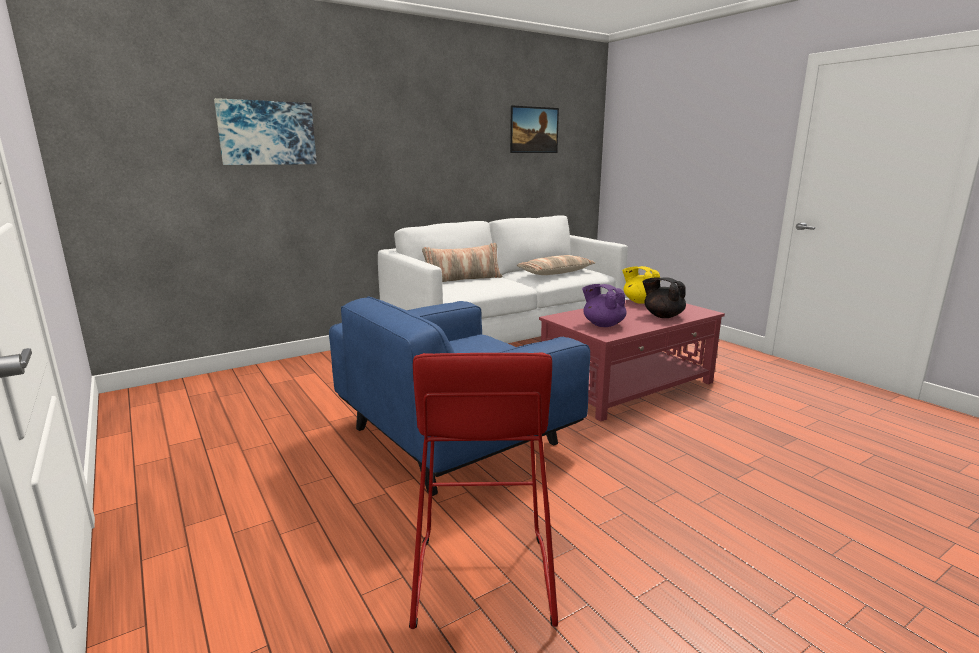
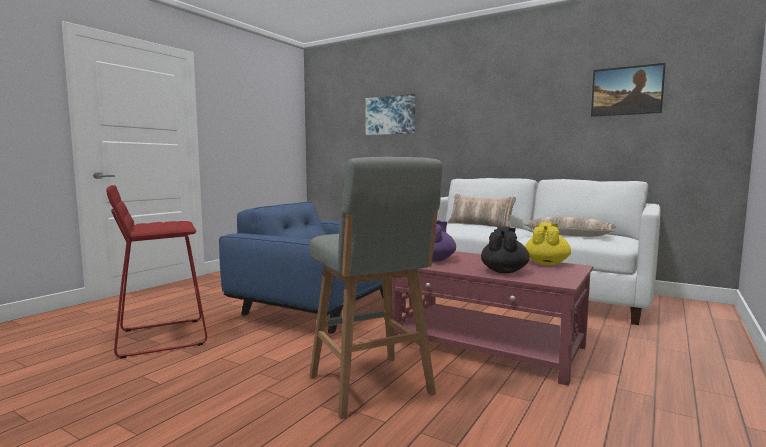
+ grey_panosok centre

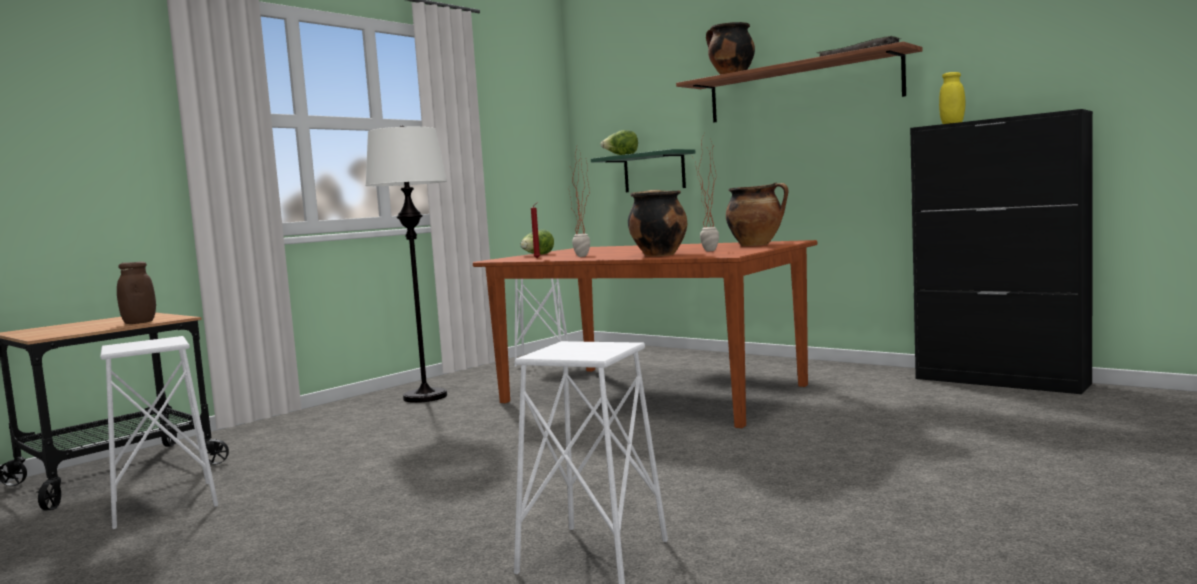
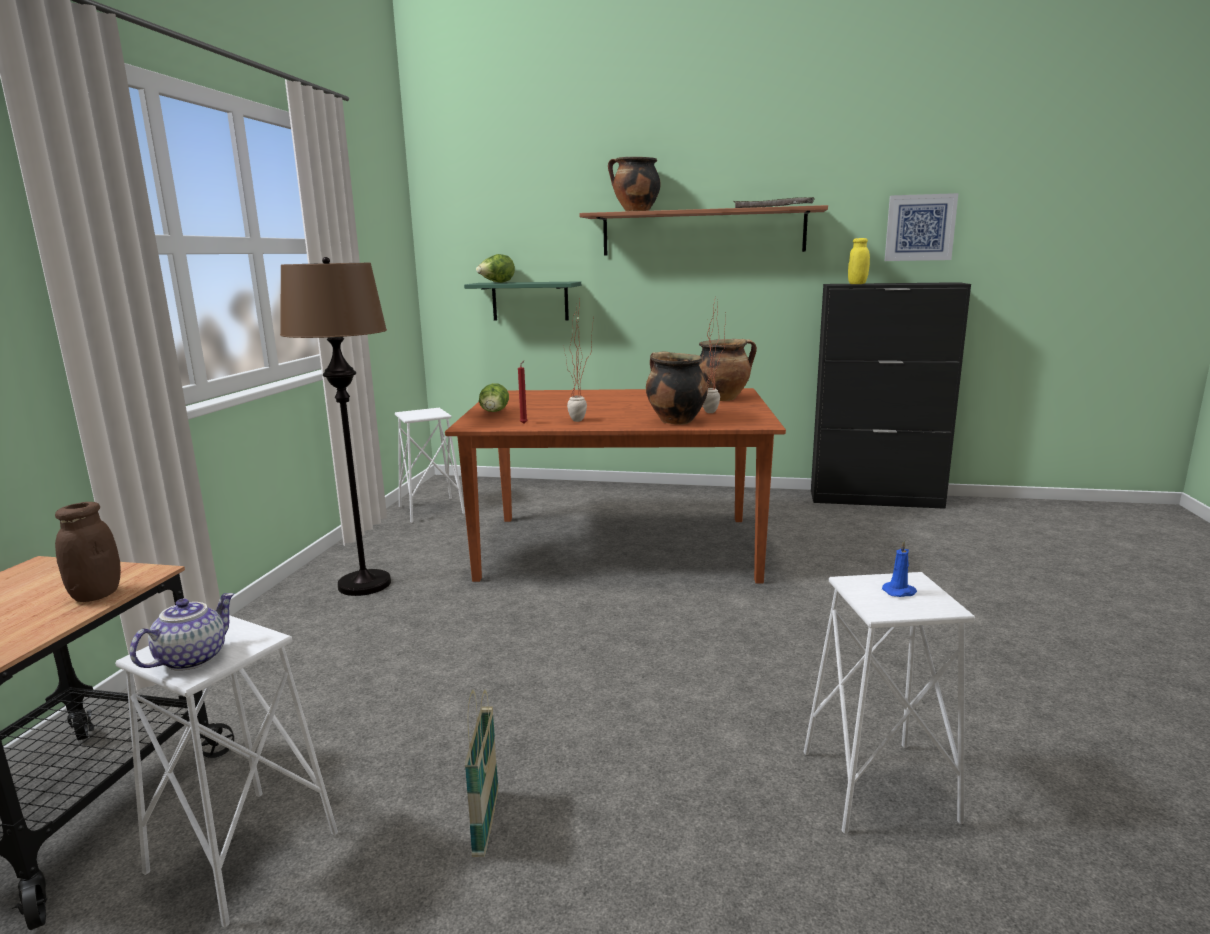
+ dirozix bottom left
~ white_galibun centre to brown_galibun middle left
+ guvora bottom centre
+ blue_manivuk middle right
+ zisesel top right

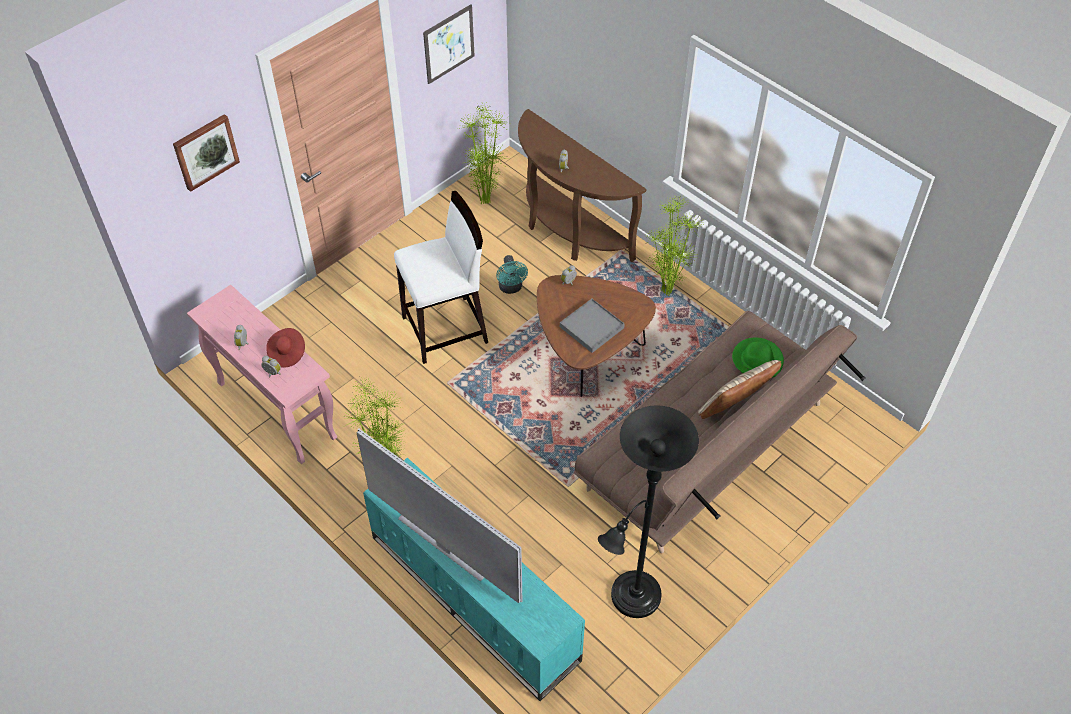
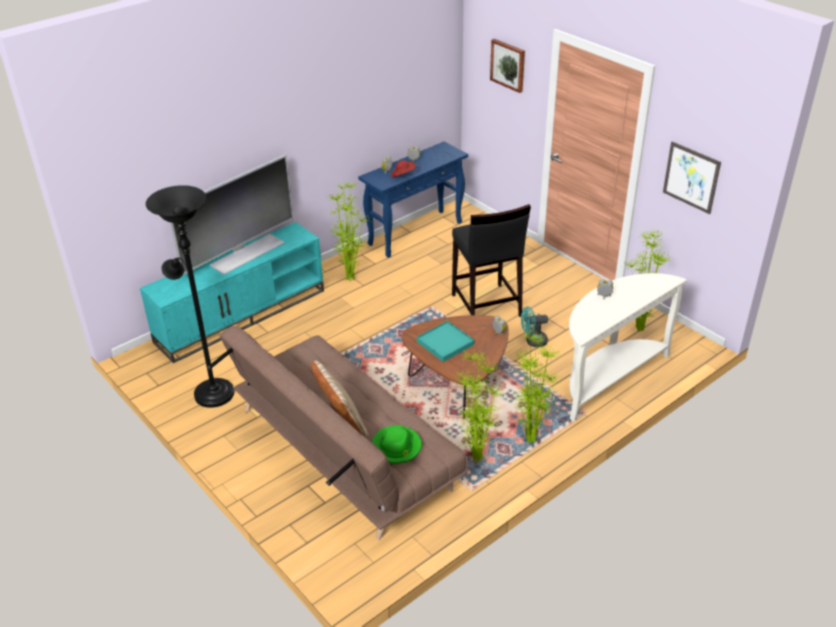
~ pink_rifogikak middle left to blue_rifogikak top centre
~ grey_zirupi centre to turquoise_zirupi centre
~ white_panosok centre to black_panosok centre
+ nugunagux (2nd from left) centre
~ brown_rifogikak top centre to white_rifogikak middle right

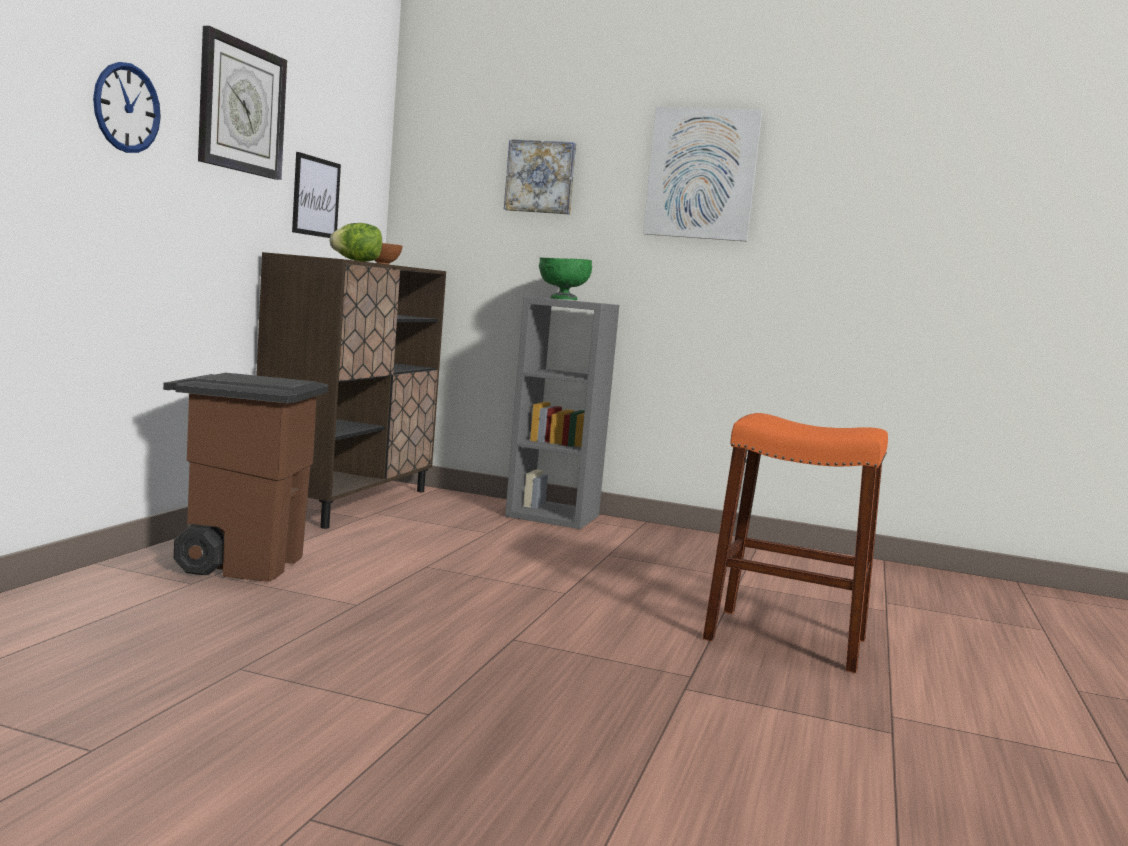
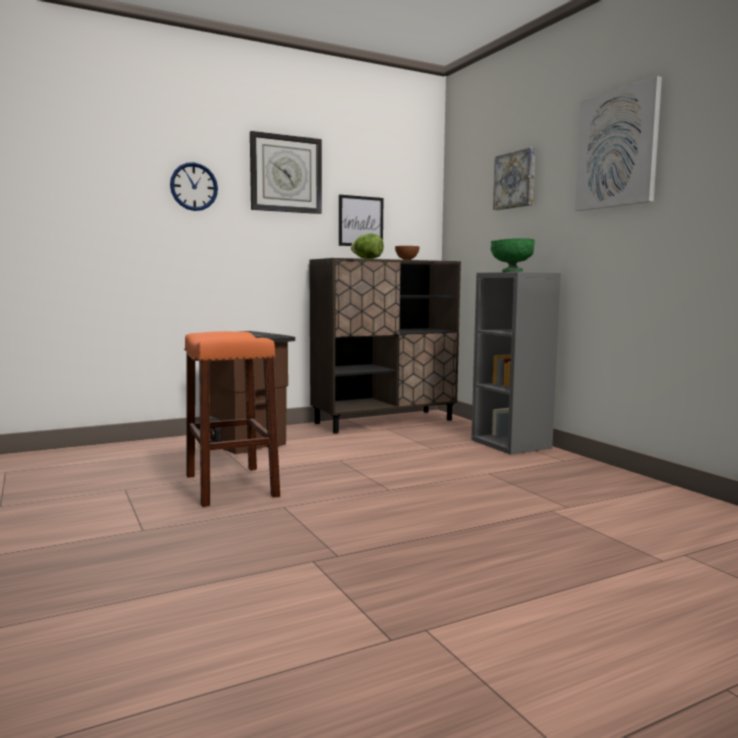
~ orange_panosok middle right to middle left

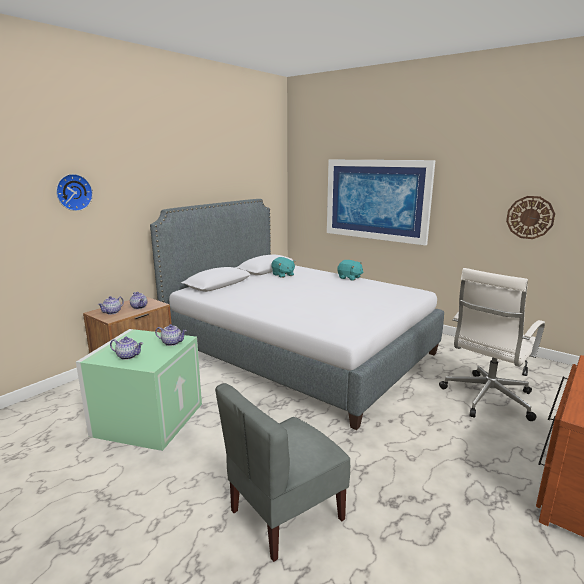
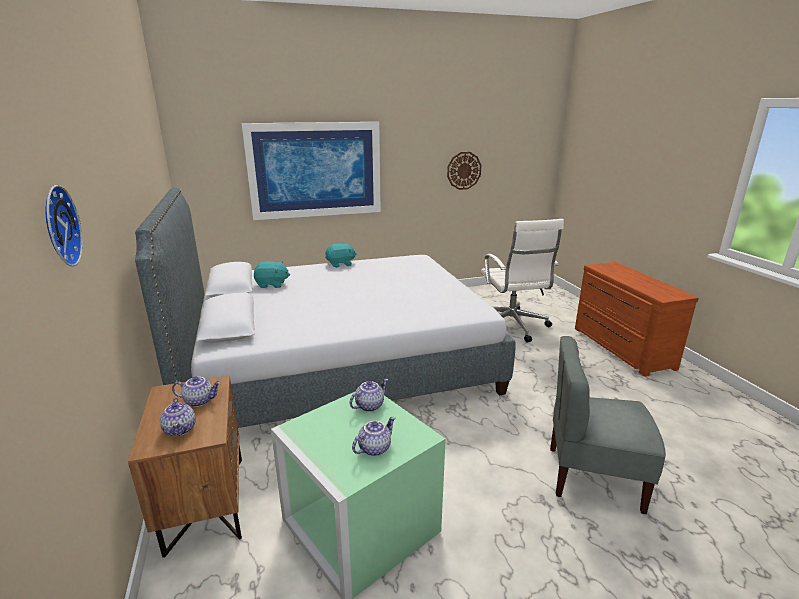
~ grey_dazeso bottom centre = bottom right 105 degrees clockwise

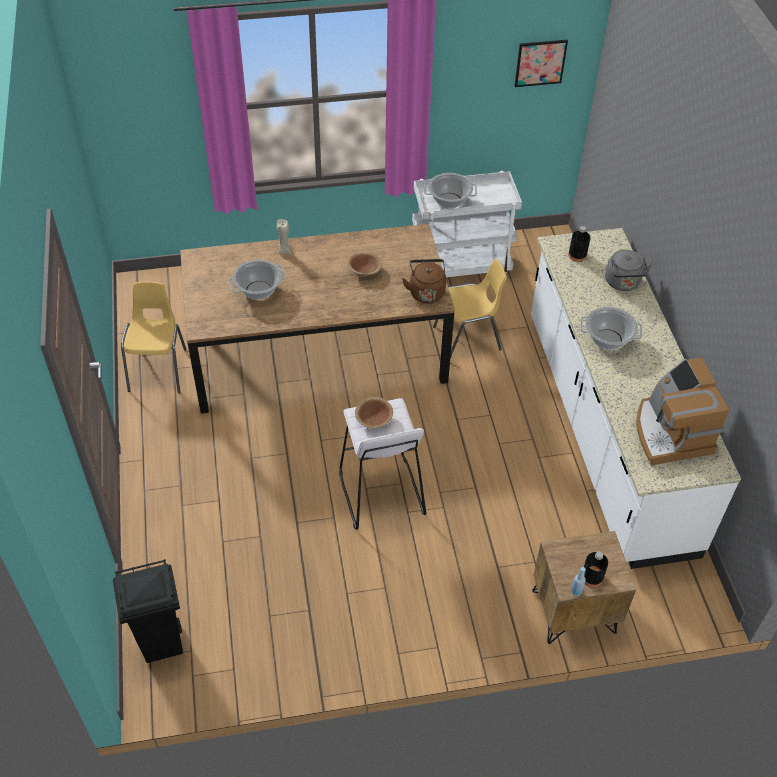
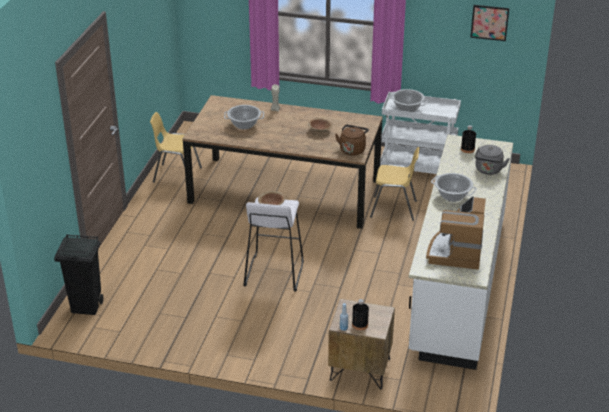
~ yellow_dazeso (1st from left) middle left = middle left 105 degrees counterclockwise

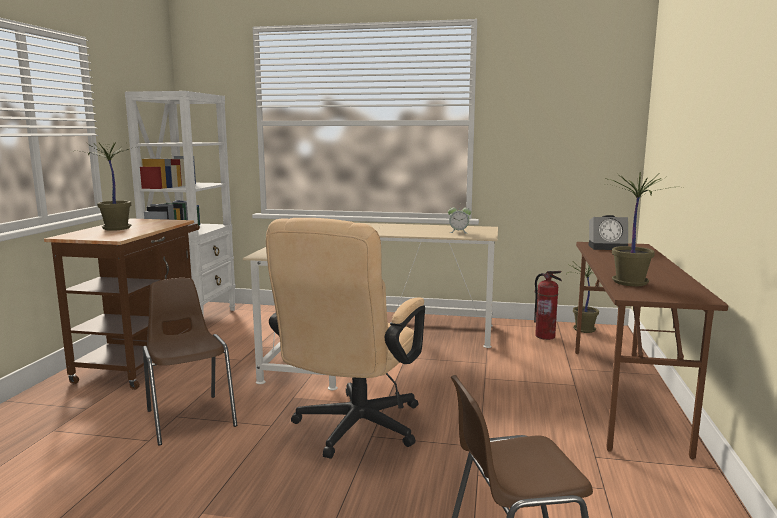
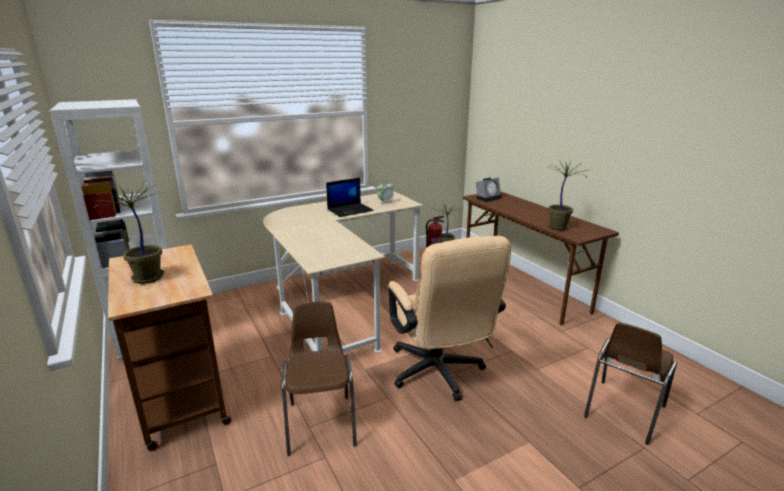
~ brown_dazeso (1st from left) bottom left = bottom centre 60 degrees clockwise
+ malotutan centre

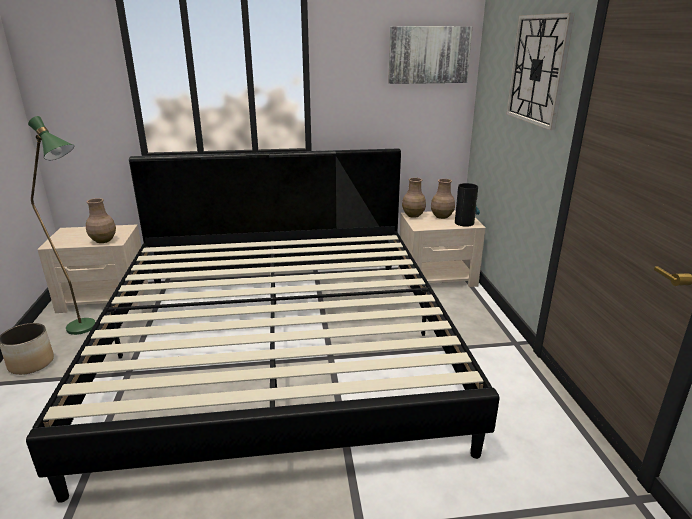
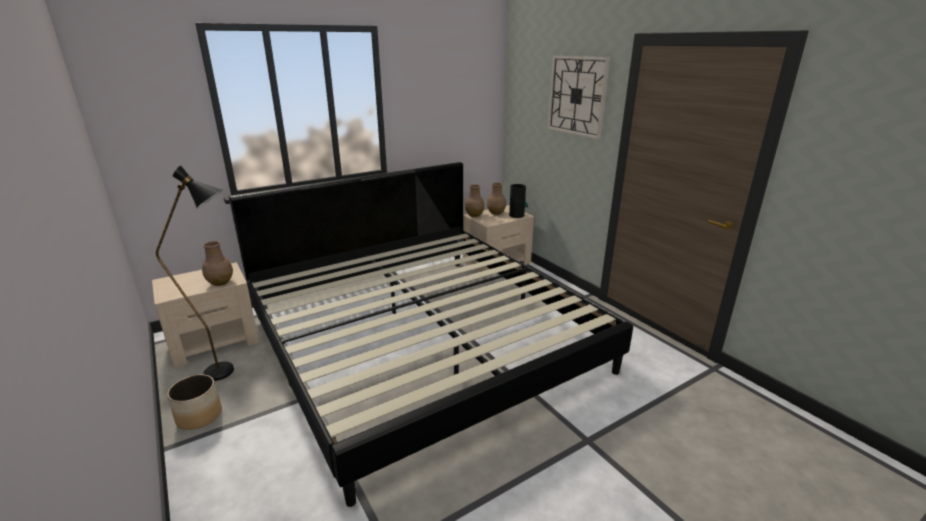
~ green_galibun middle left to black_galibun middle left
- zisesel top centre

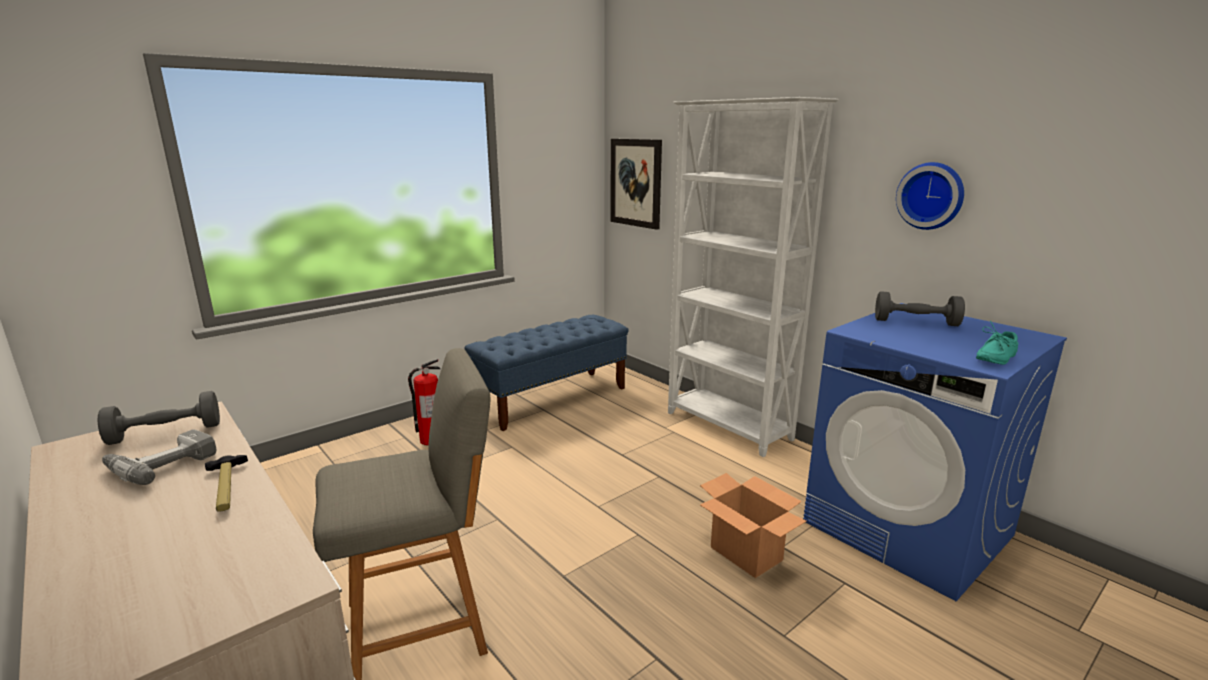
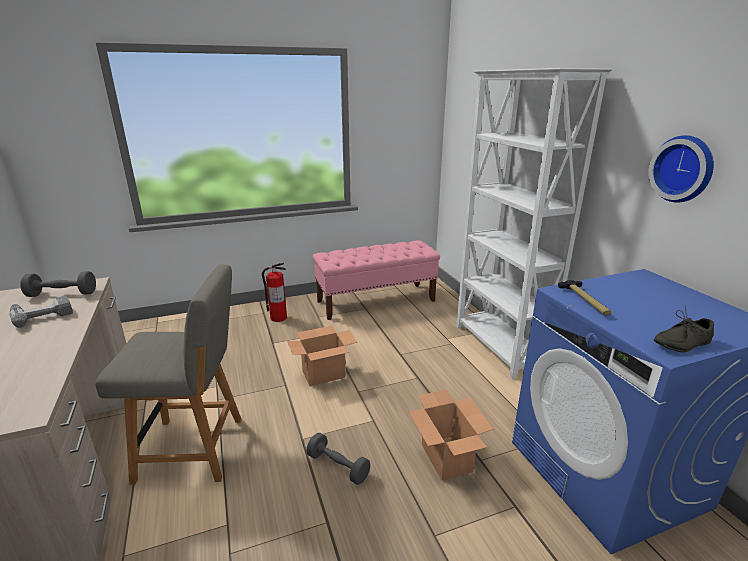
+ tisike (1st from left) centre
~ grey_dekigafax (2nd from left) middle right to bottom centre
~ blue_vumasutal centre to pink_vumasutal centre
~ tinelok bottom left to middle right
~ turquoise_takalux middle right to grey_takalux middle right
- zisesel top centre

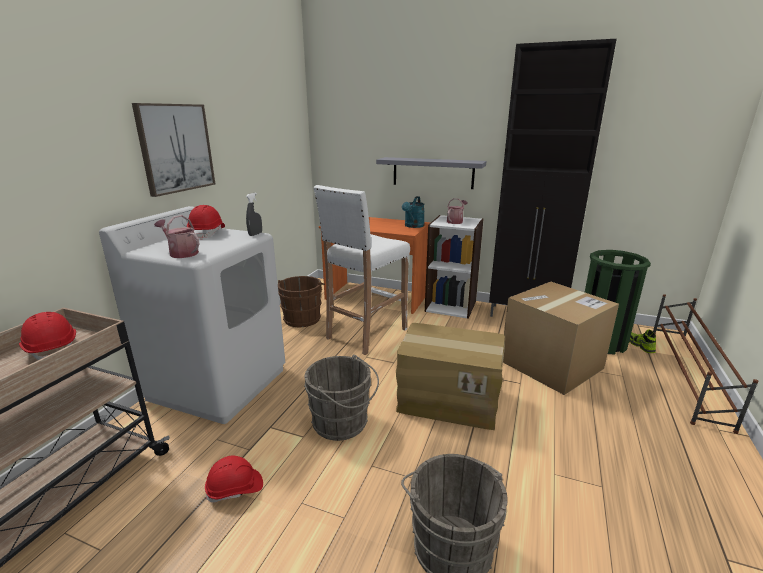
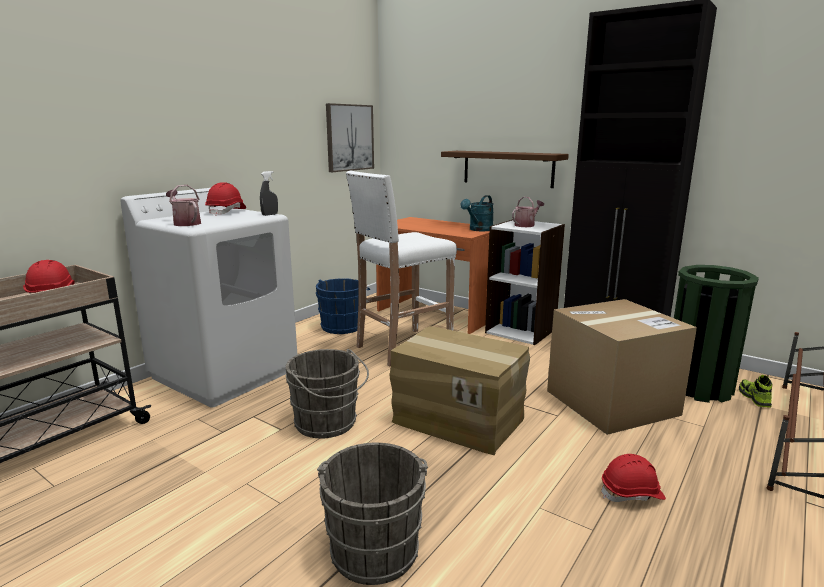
~ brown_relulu centre to blue_relulu centre
~ zisesel top left to top centre
~ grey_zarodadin top centre to brown_zarodadin top centre
~ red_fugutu (3rd from left) bottom left to bottom right

